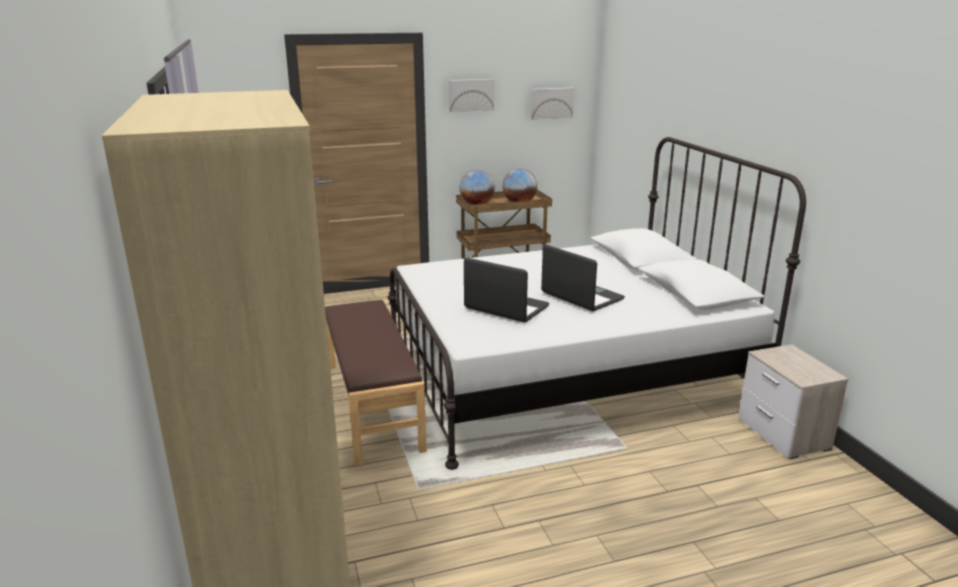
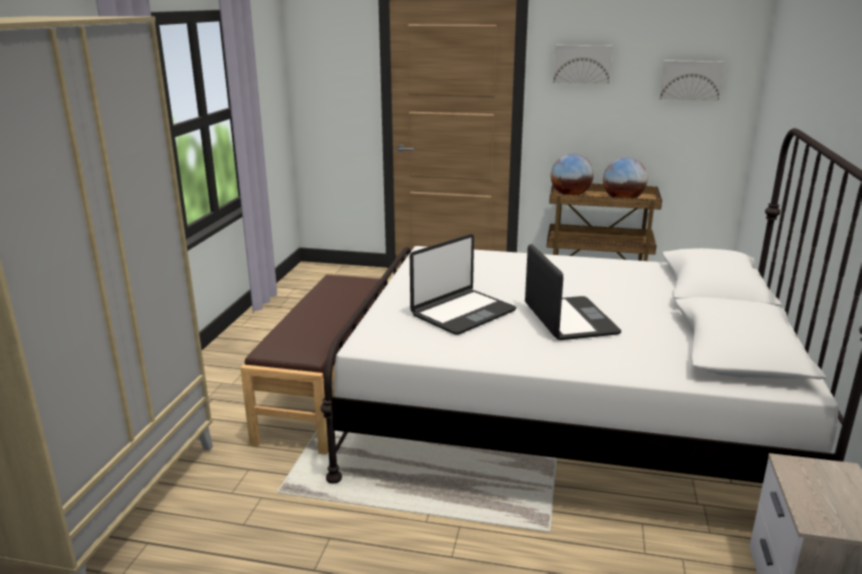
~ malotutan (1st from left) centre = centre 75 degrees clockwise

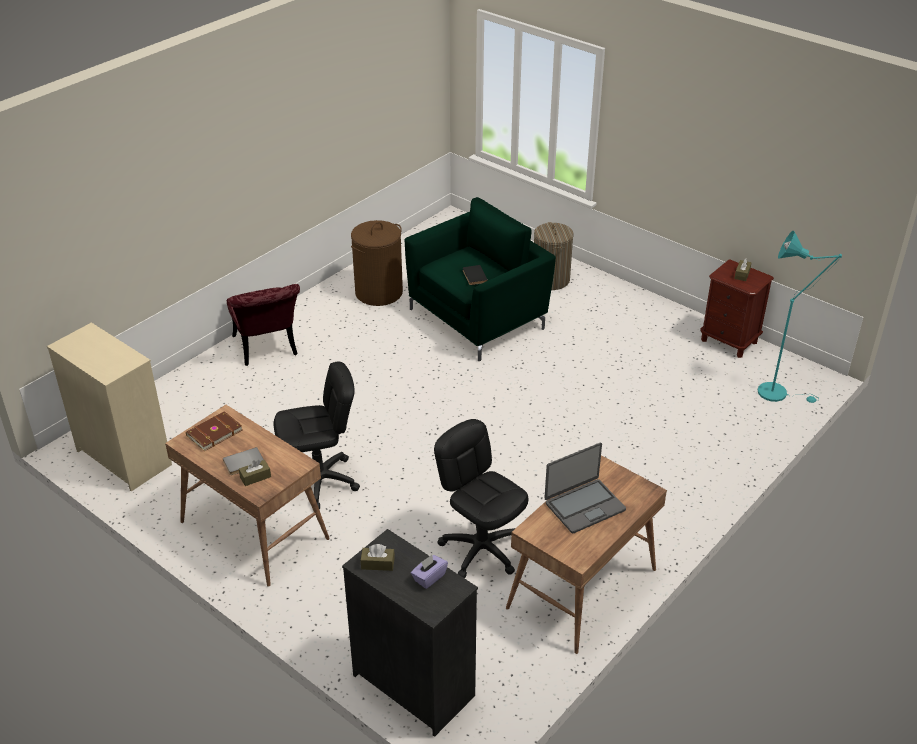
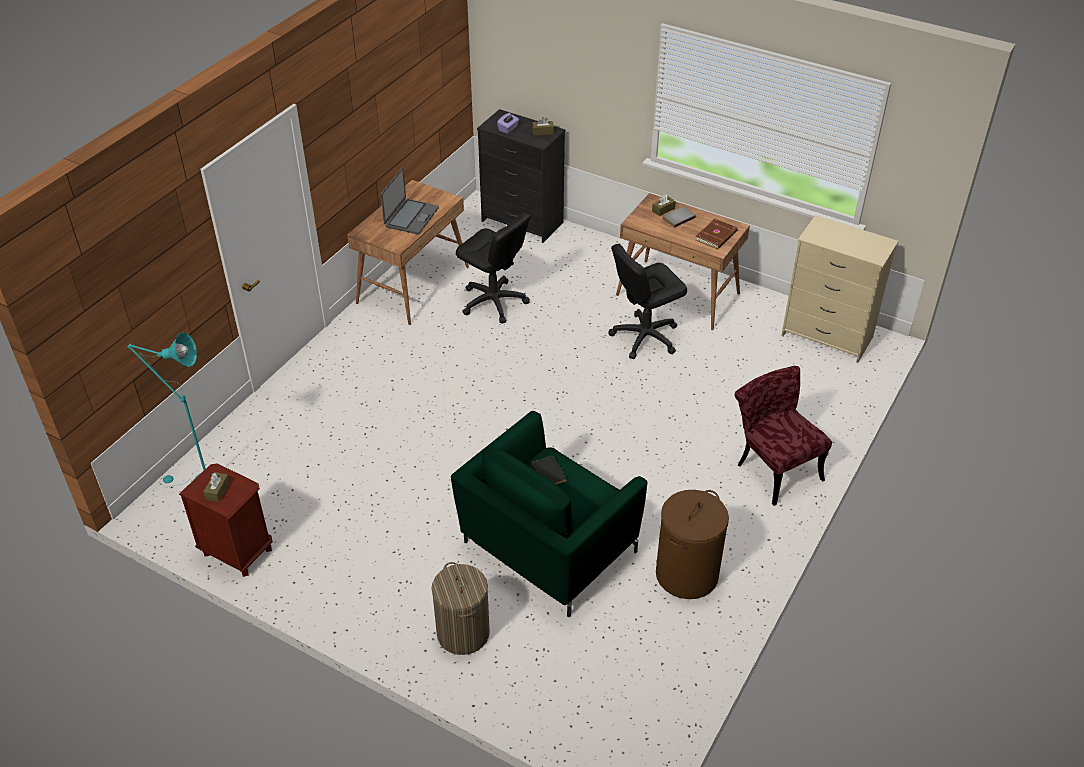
~ malotutan centre = top centre 150 degrees clockwise

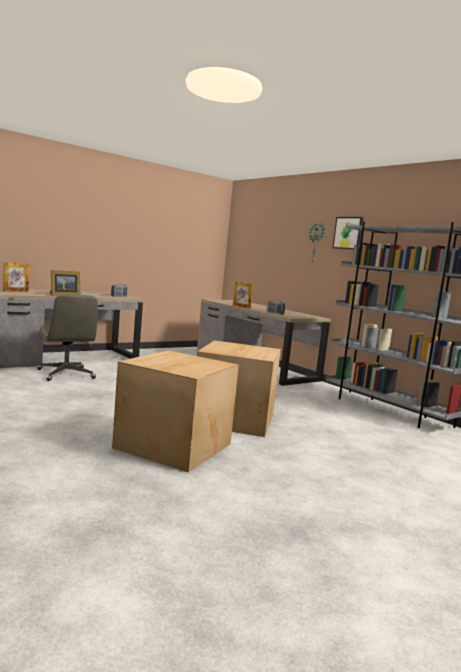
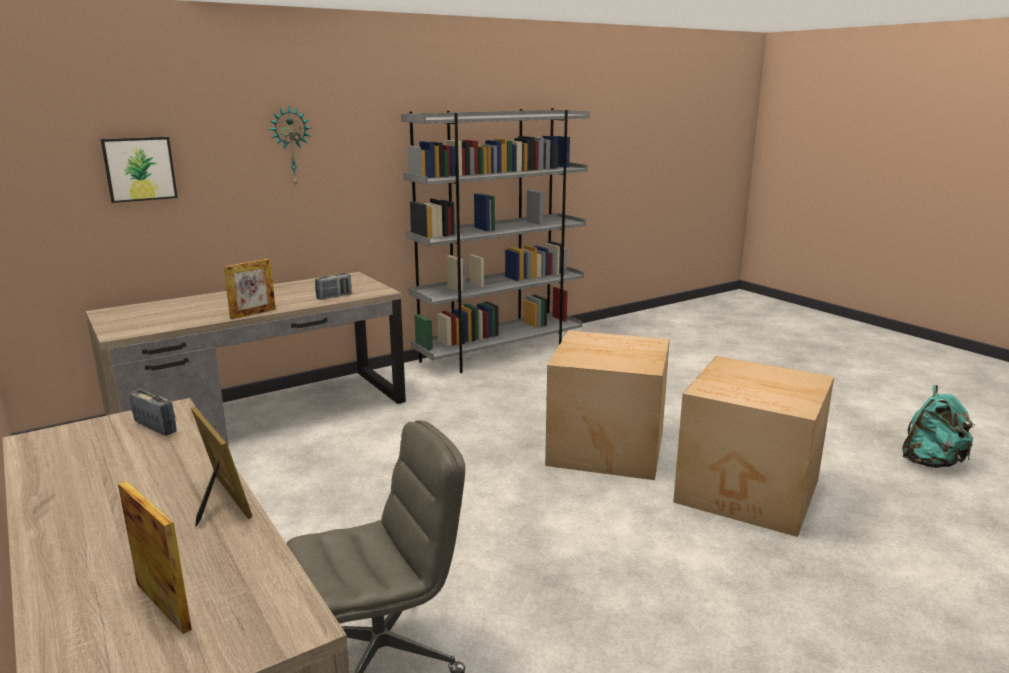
~ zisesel middle right to top left
+ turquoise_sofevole middle right

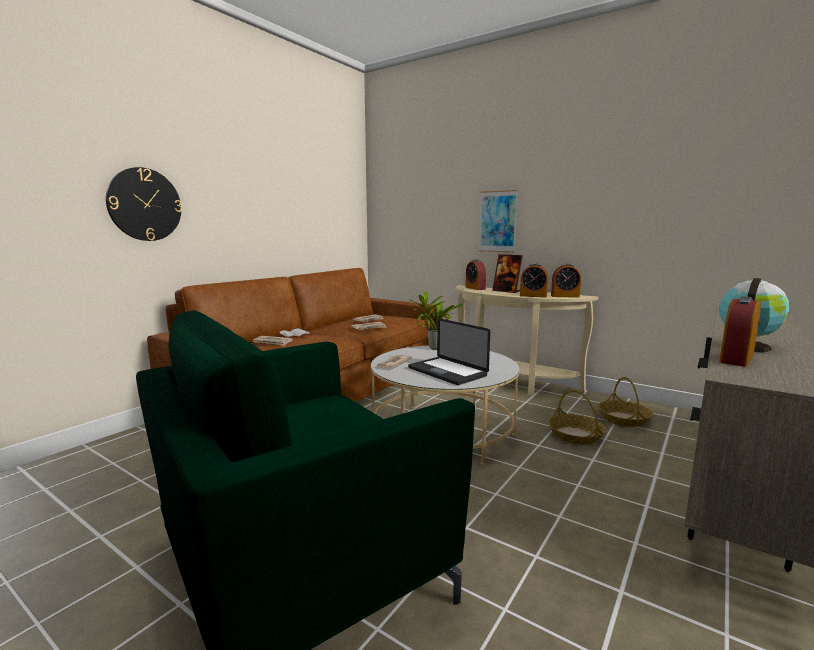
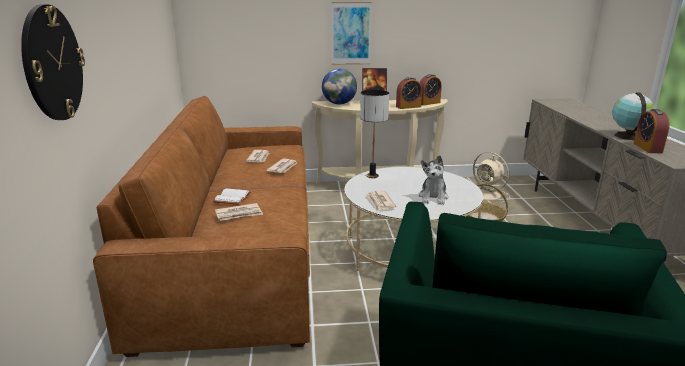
~ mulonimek (1st from left) centre to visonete (1st from left) top centre
~ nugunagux centre to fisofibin centre
~ malotutan centre to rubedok centre
~ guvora (2nd from left) middle right to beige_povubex middle right

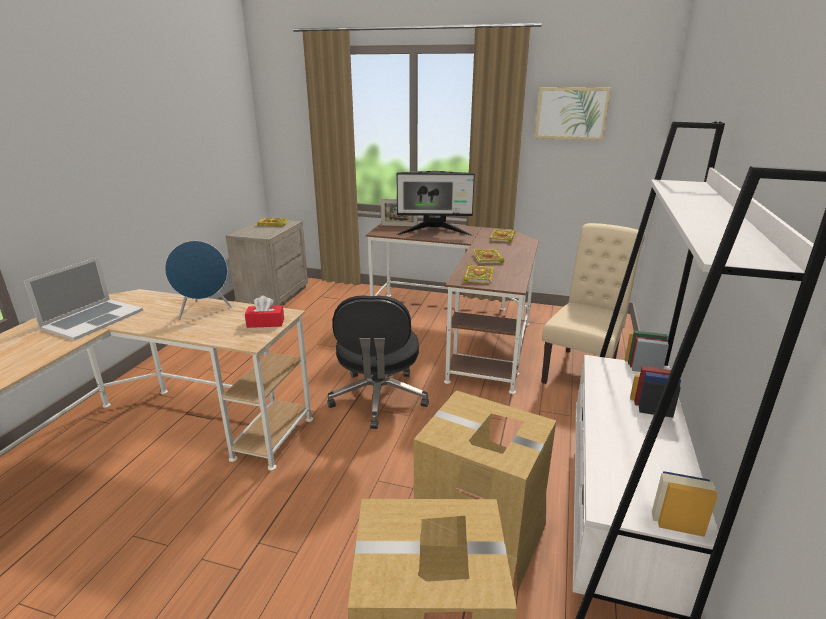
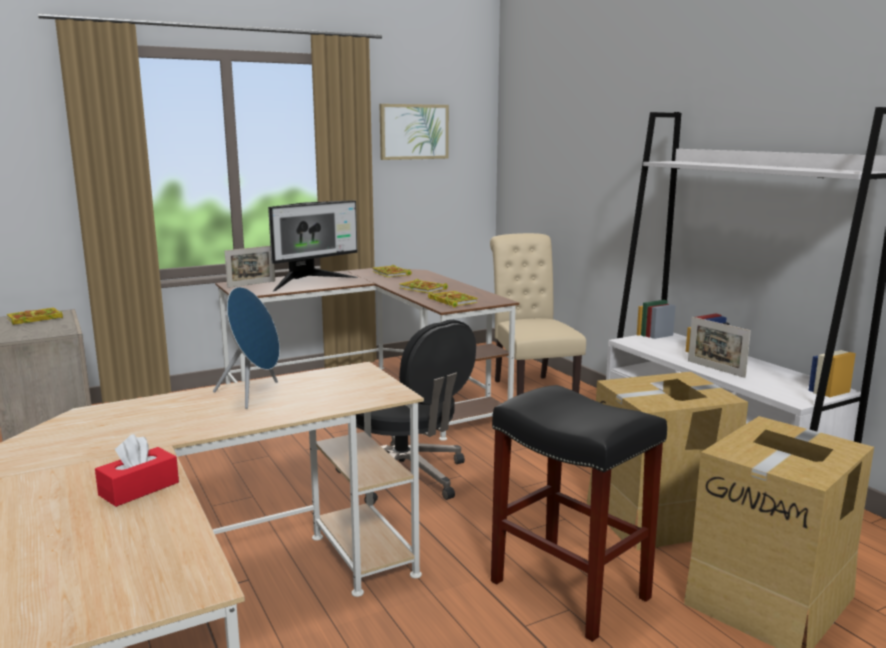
~ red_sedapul middle left to bottom left
+ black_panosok bottom centre
+ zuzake (2nd from left) middle right
- malotutan middle left

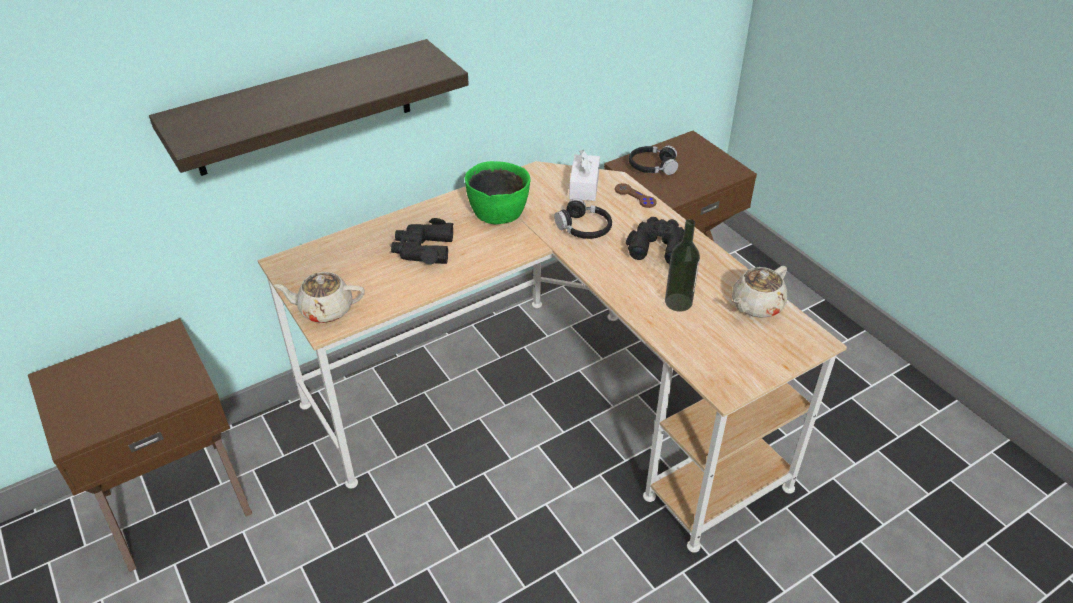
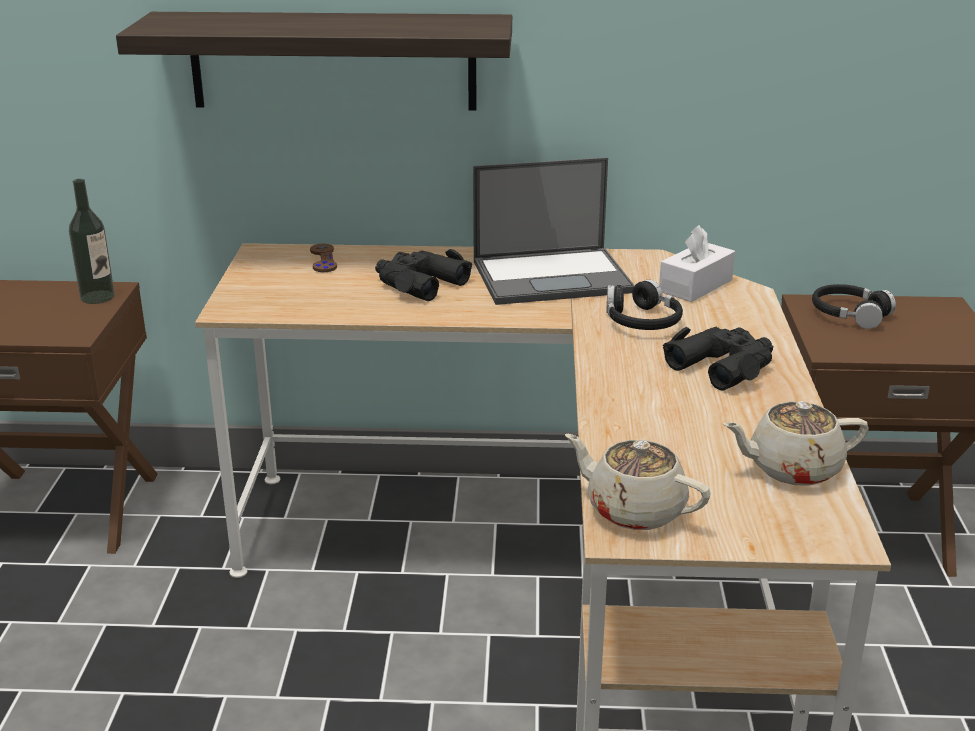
~ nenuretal centre to top left
~ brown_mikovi top centre to middle left
~ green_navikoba top centre to malotutan top centre
~ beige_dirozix (1st from left) middle left to centre

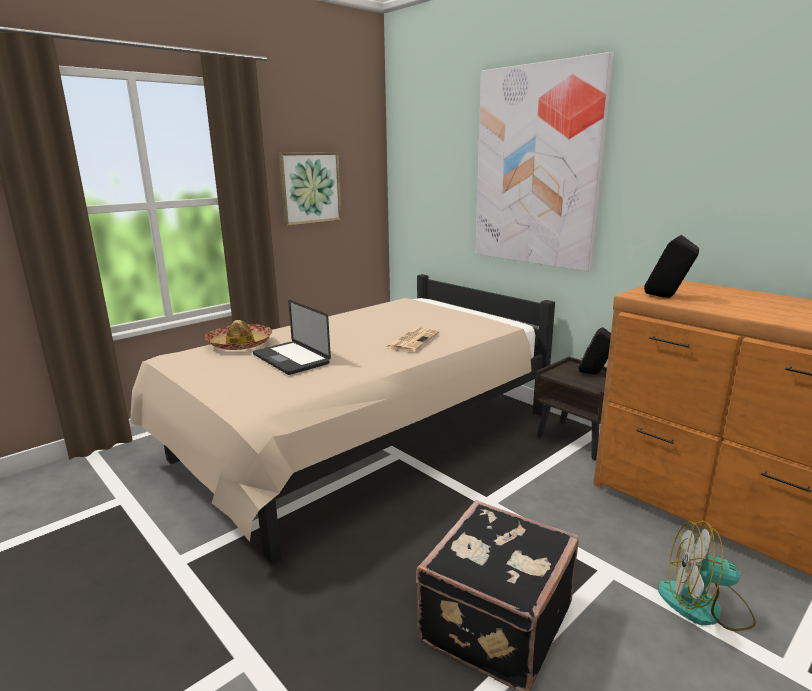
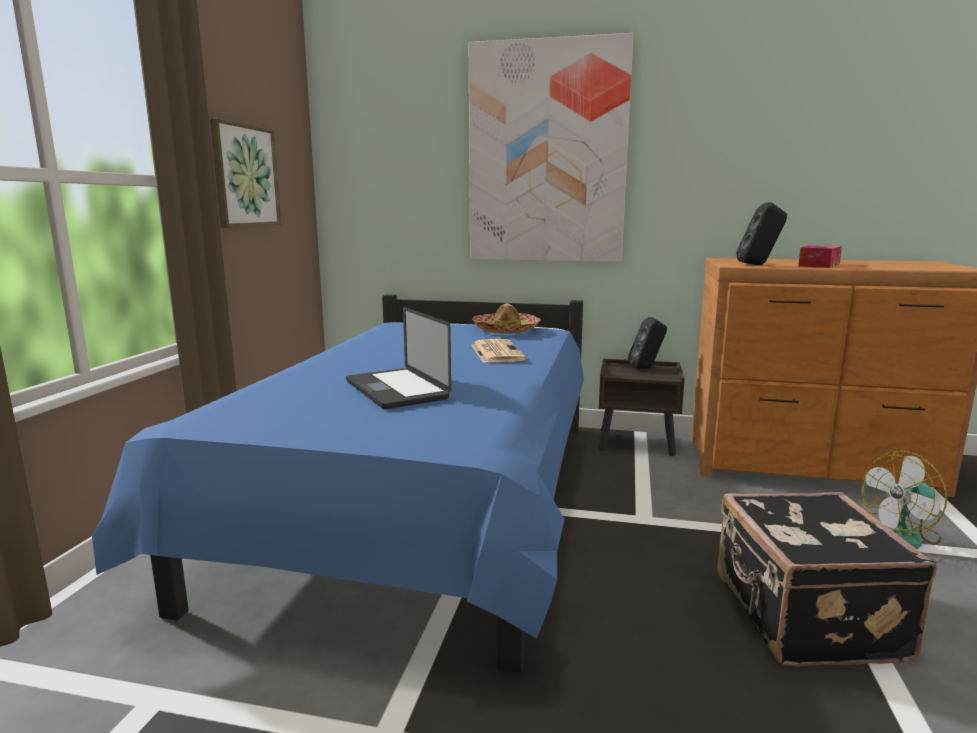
~ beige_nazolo centre to blue_nazolo centre
~ malotutan centre = centre 45 degrees clockwise
~ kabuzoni middle left to centre
+ sedapul middle right

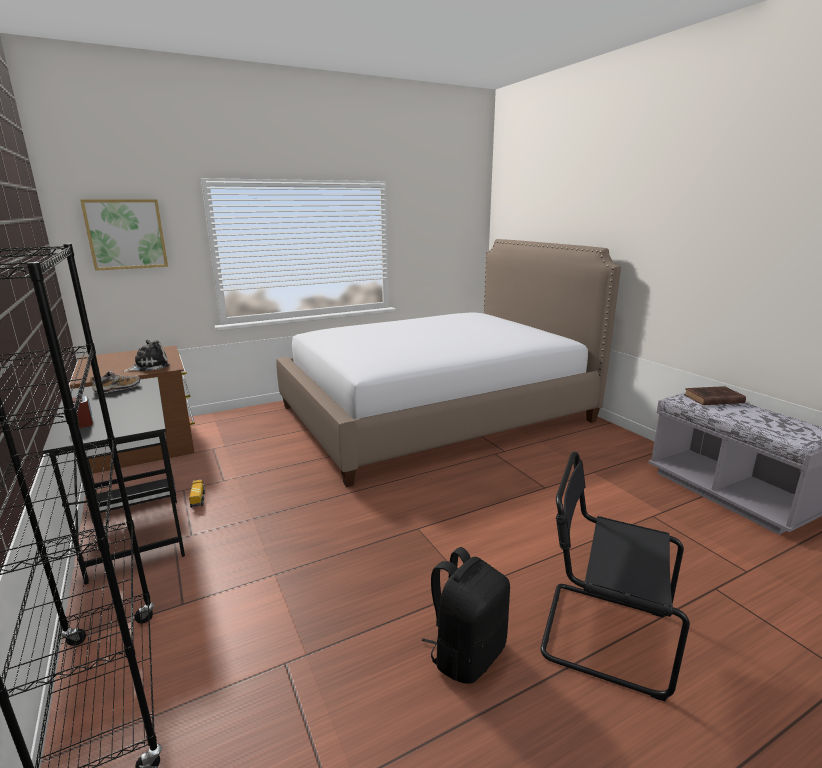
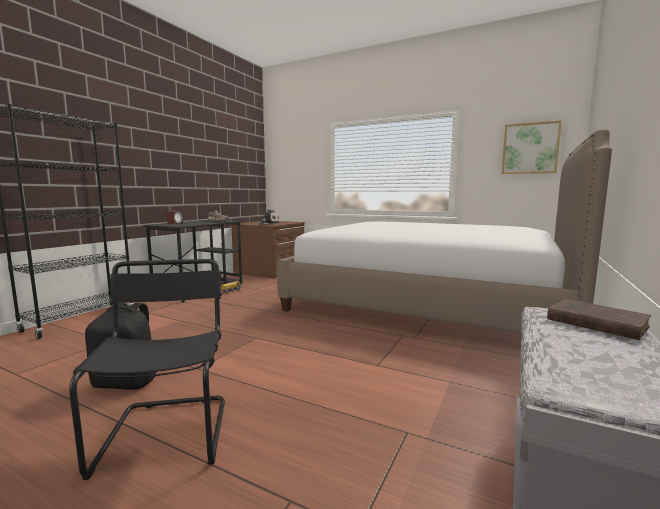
~ zisesel top left to top right

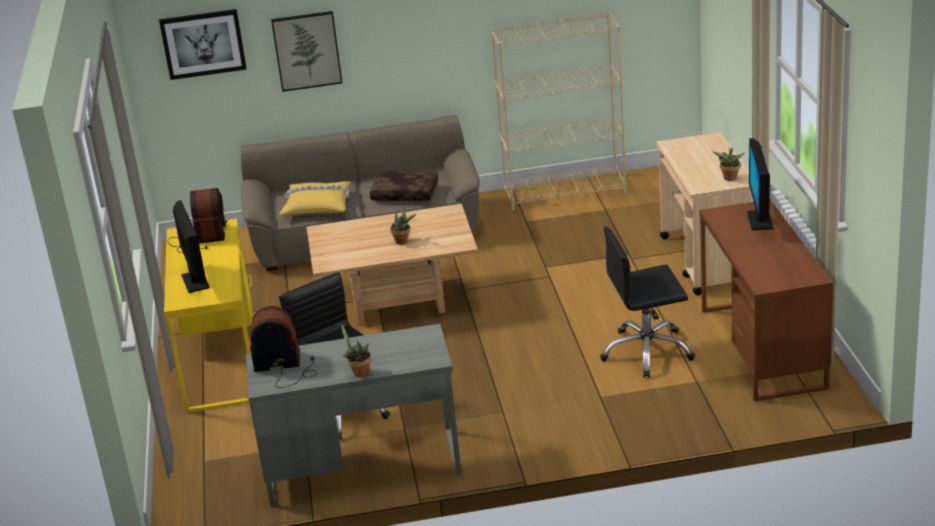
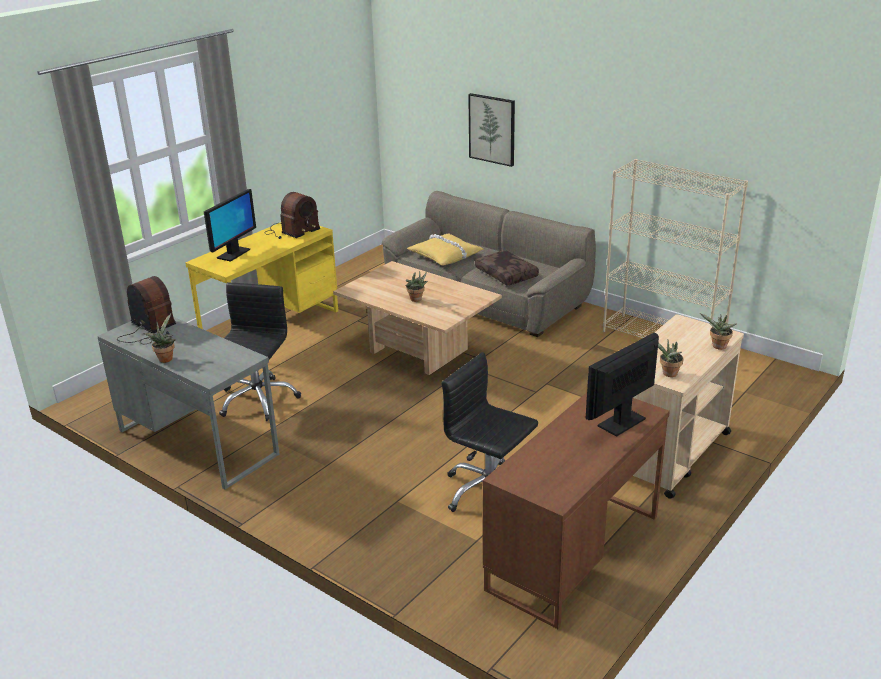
+ nugunagux (4th from left) middle right
- zisesel (1st from left) top left

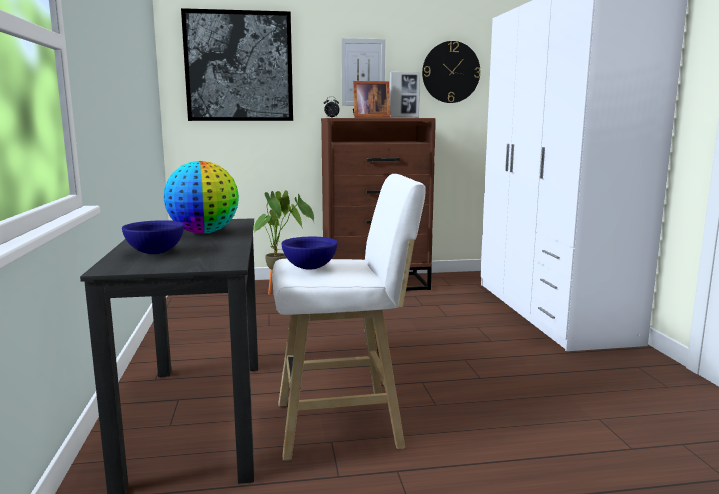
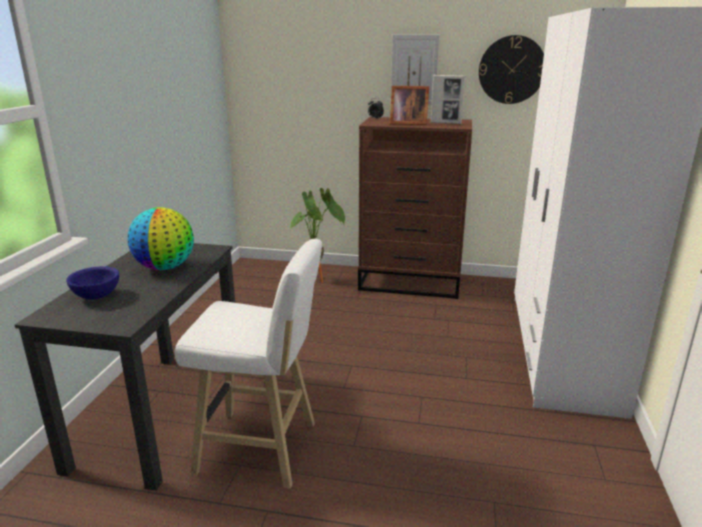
- zisesel (1st from left) top left
- blue_navikoba (2nd from left) centre

